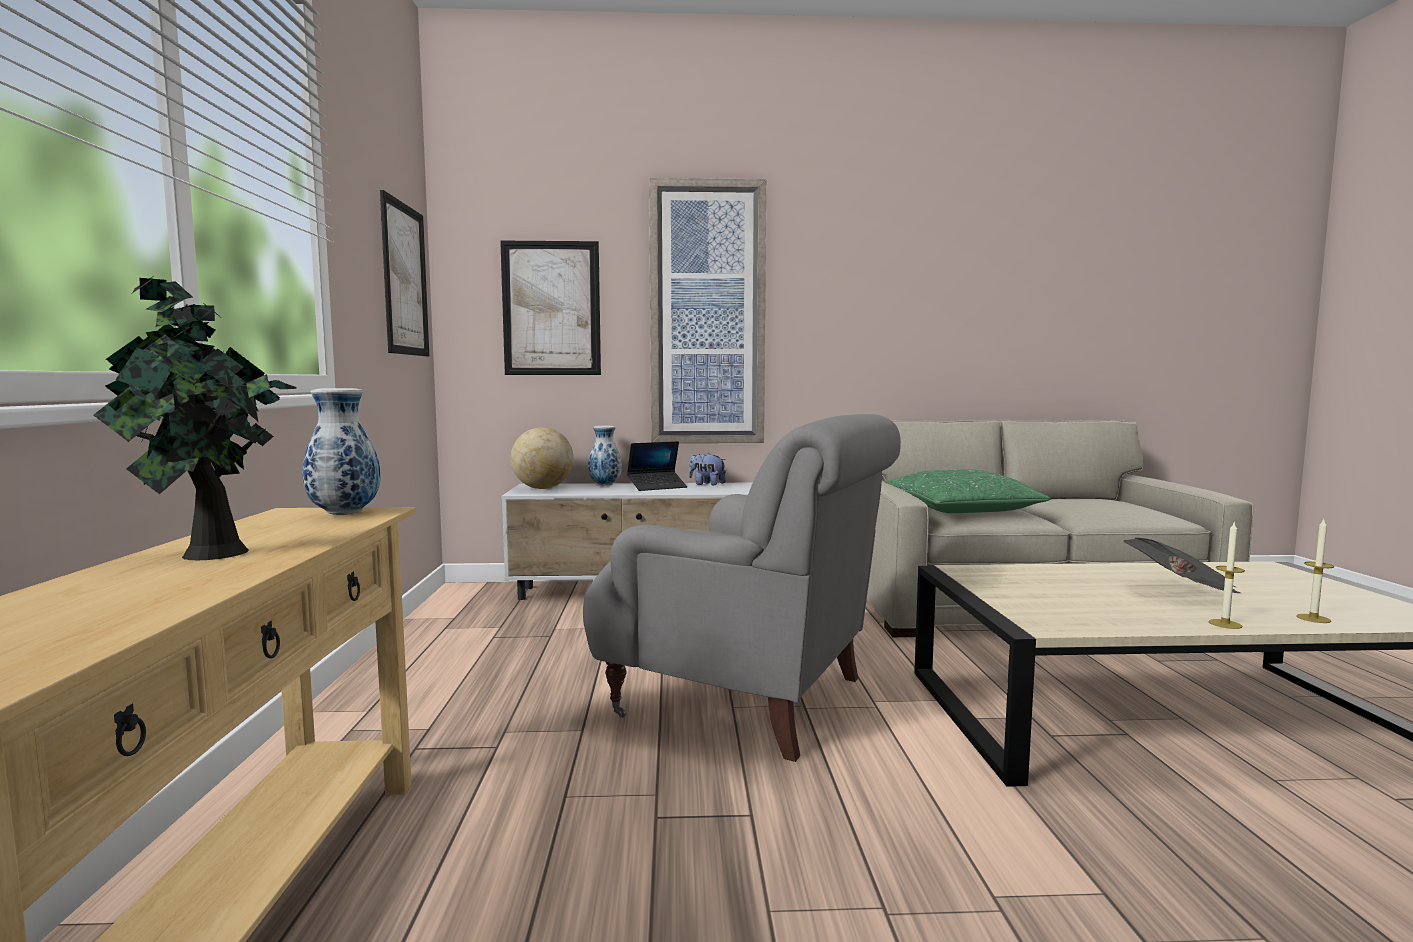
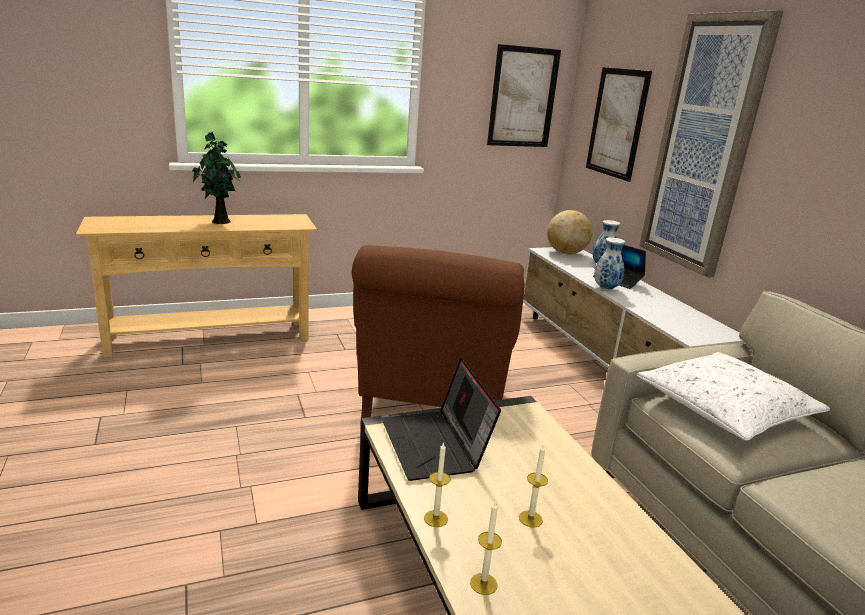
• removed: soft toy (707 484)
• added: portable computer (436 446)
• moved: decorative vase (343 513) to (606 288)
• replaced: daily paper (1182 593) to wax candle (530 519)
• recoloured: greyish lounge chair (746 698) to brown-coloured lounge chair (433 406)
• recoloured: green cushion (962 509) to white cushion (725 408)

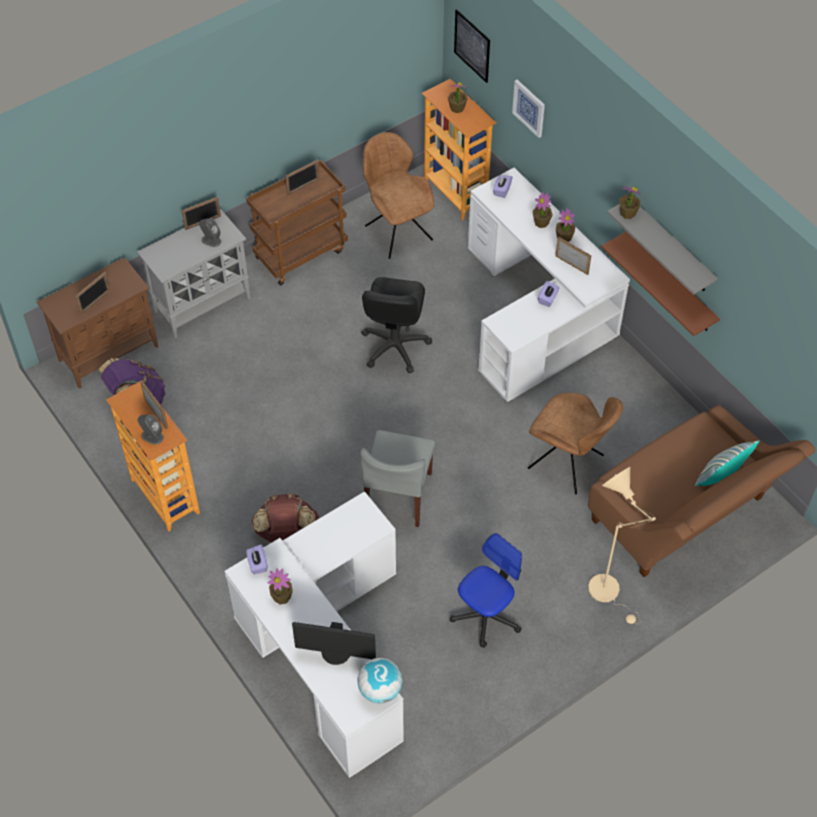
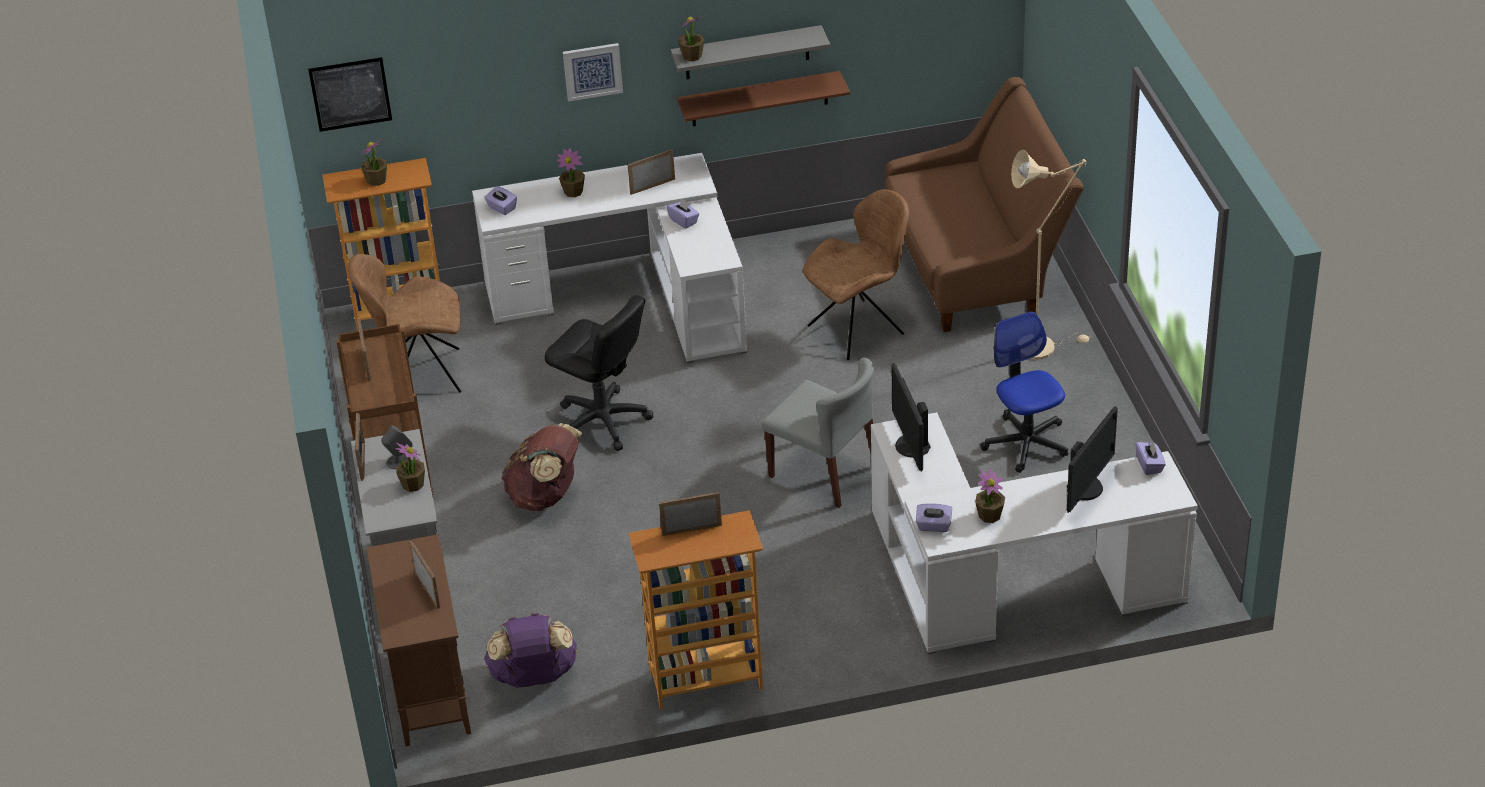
• removed: greyish speaker (152 436)
• removed: cushion (721 476)
• added: monitor (911 446)
• moved: brown-coloured backpack (286 533) to (546 496)
• moved: picture (529 108) to (592 71)
• moved: potted plant (564 237) to (413 484)
• replaced: globe (380 689) to purple tissue box (1149 465)

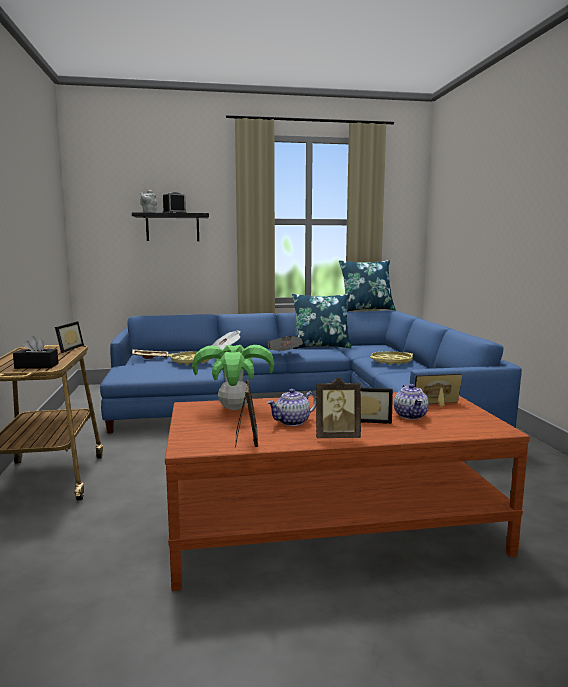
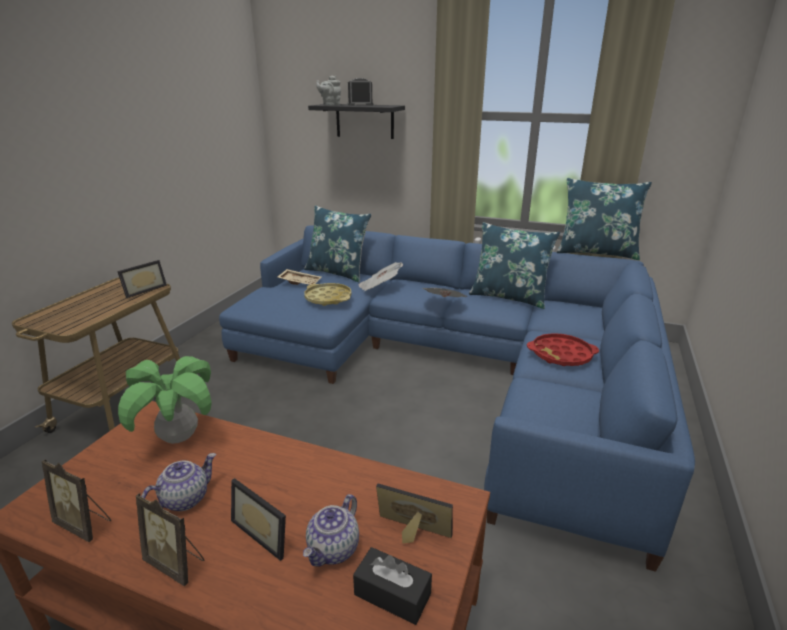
• added: blue cushion (338 272)
• moved: blackish tissue box (36 366) to (392 594)
• recoloured: yellow tray (391 361) to reddish tray (561 355)
• turned: standing frame (246 441) = (84 524) 90 degrees clockwise
• turned: pot for tea (292 422) = (185 498) 135 degrees clockwise

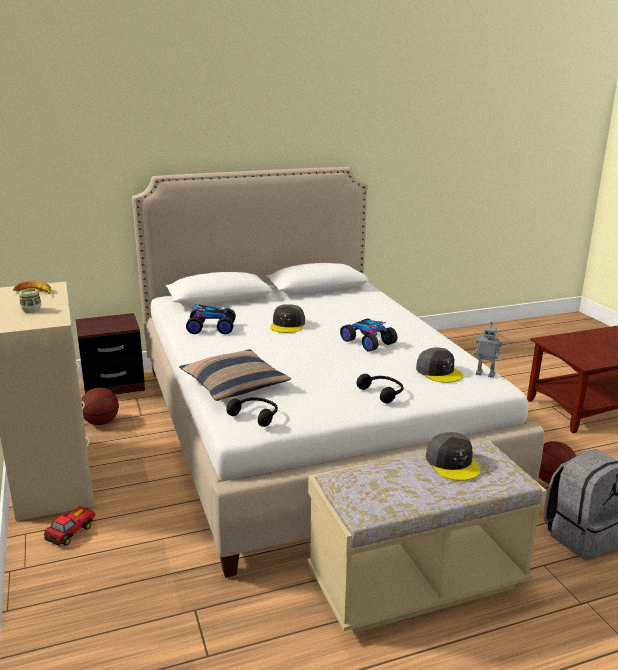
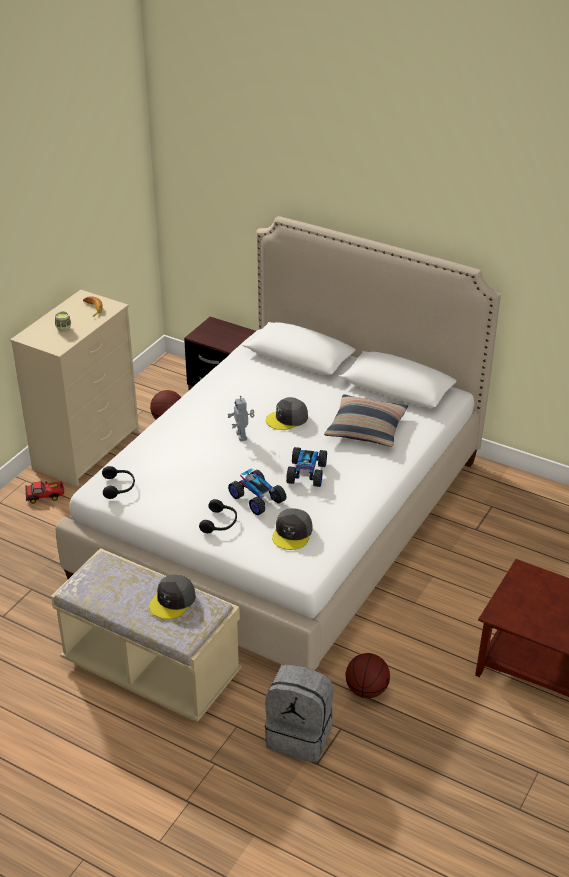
• moved: cushion (234 385) to (366 428)
• moved: model car (211 328) to (256 499)
• moved: model robot (485 374) to (242 436)

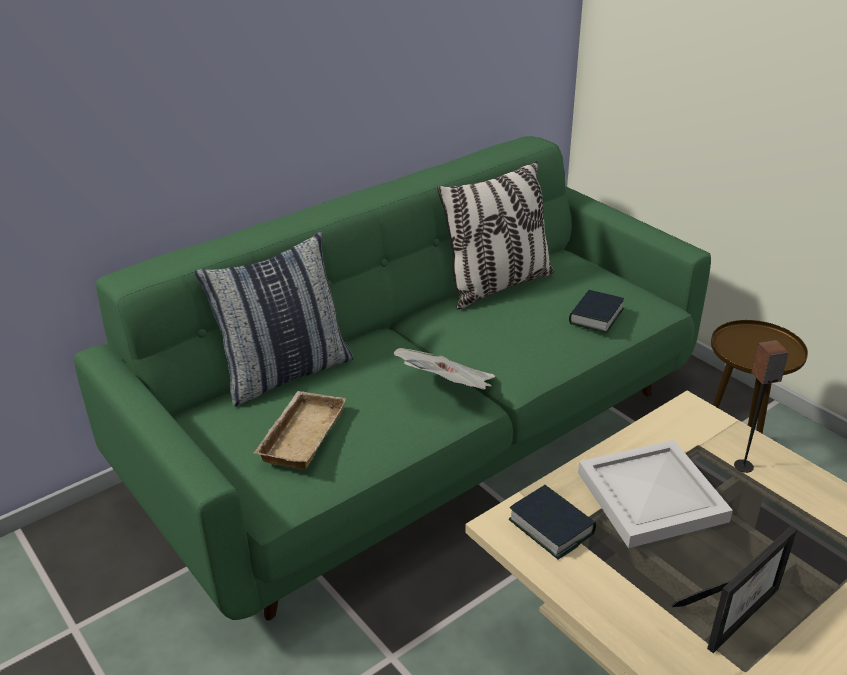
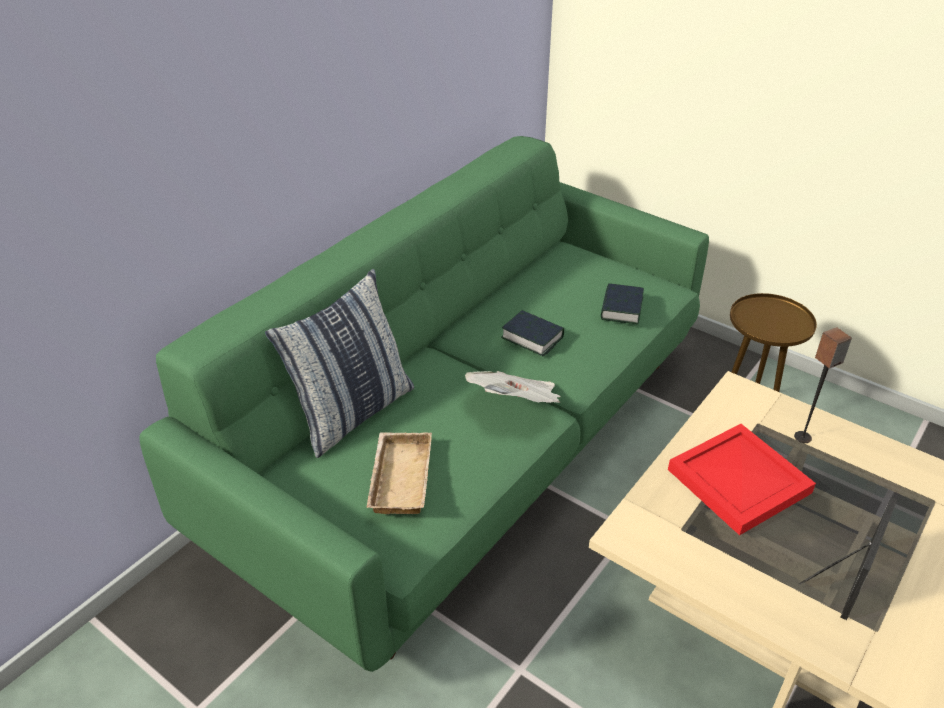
• removed: cushion (498 286)
• moved: volume (551 526) to (532 337)
• recoloured: white tray (650 498) to reddish tray (738 483)

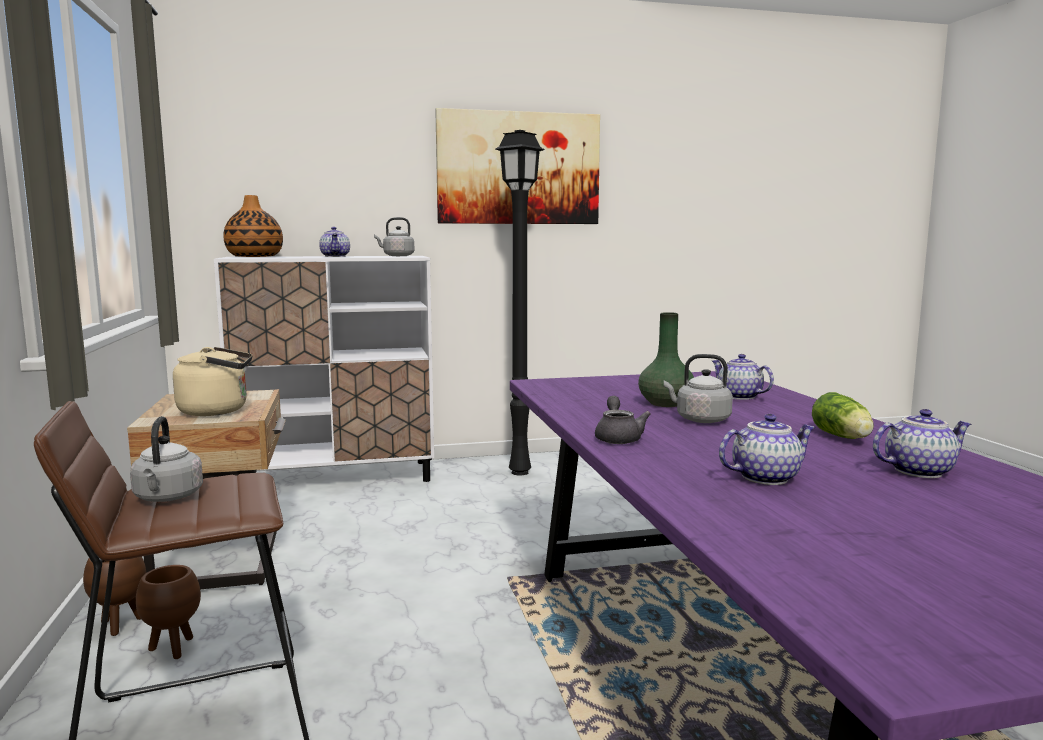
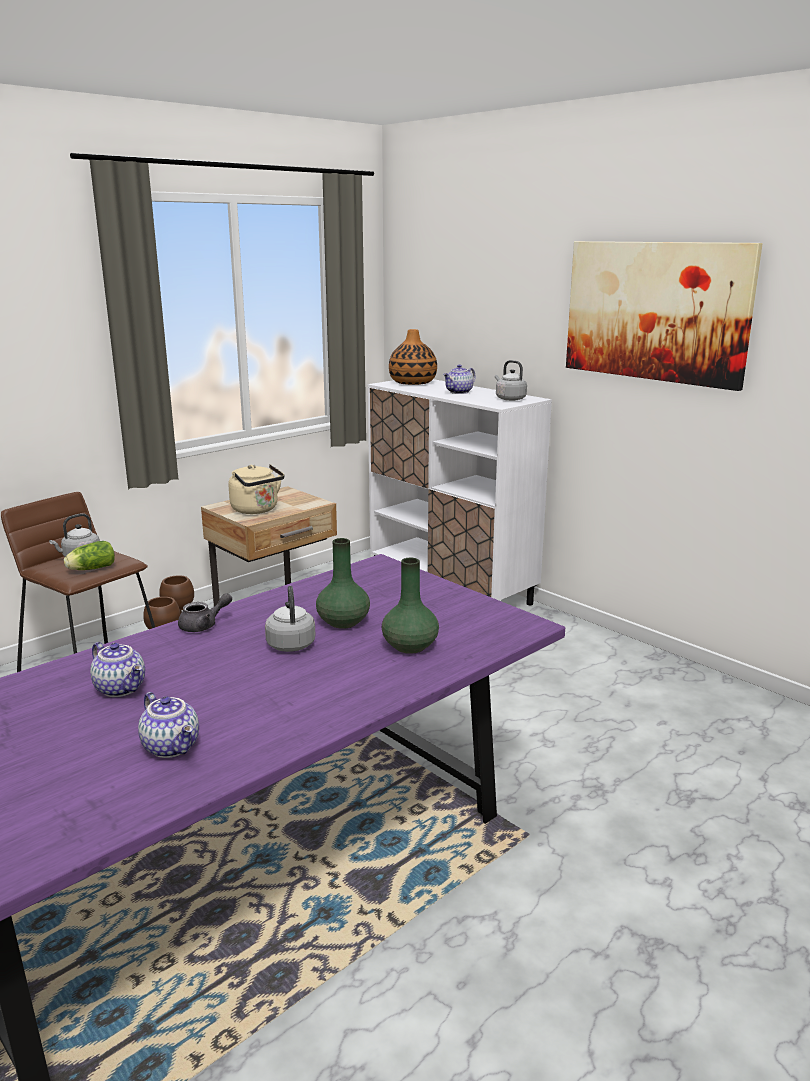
• removed: blackish standard lamp (520 473)
• moved: head of lettuce (843 437) to (90 569)
• replaced: pot for tea (738 397) to green decorative vase (409 646)

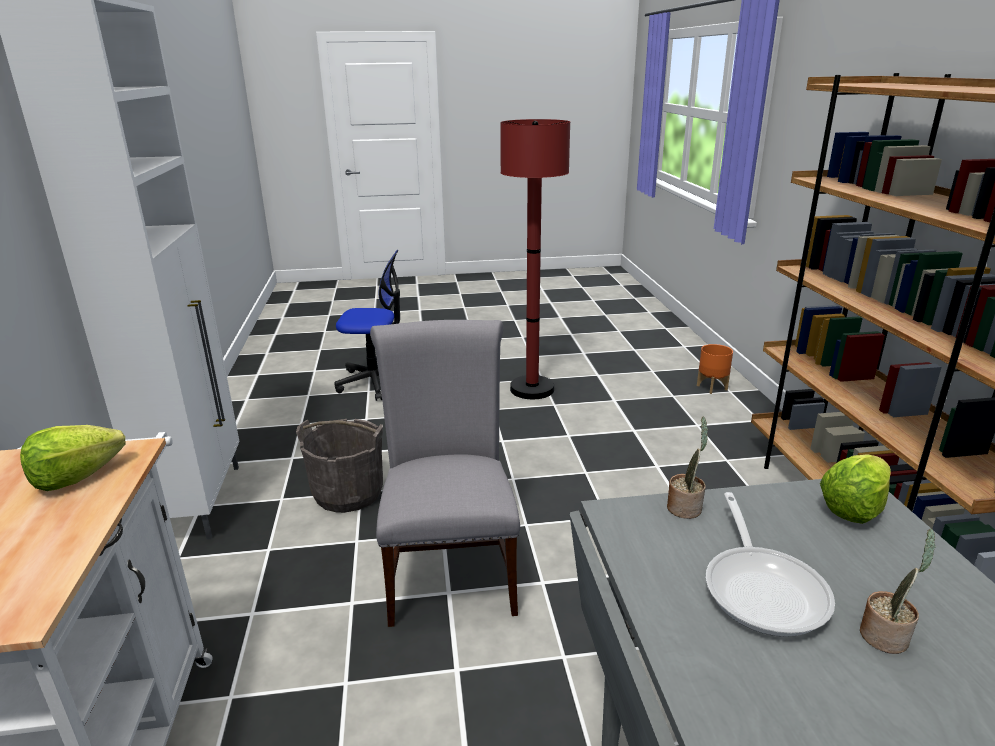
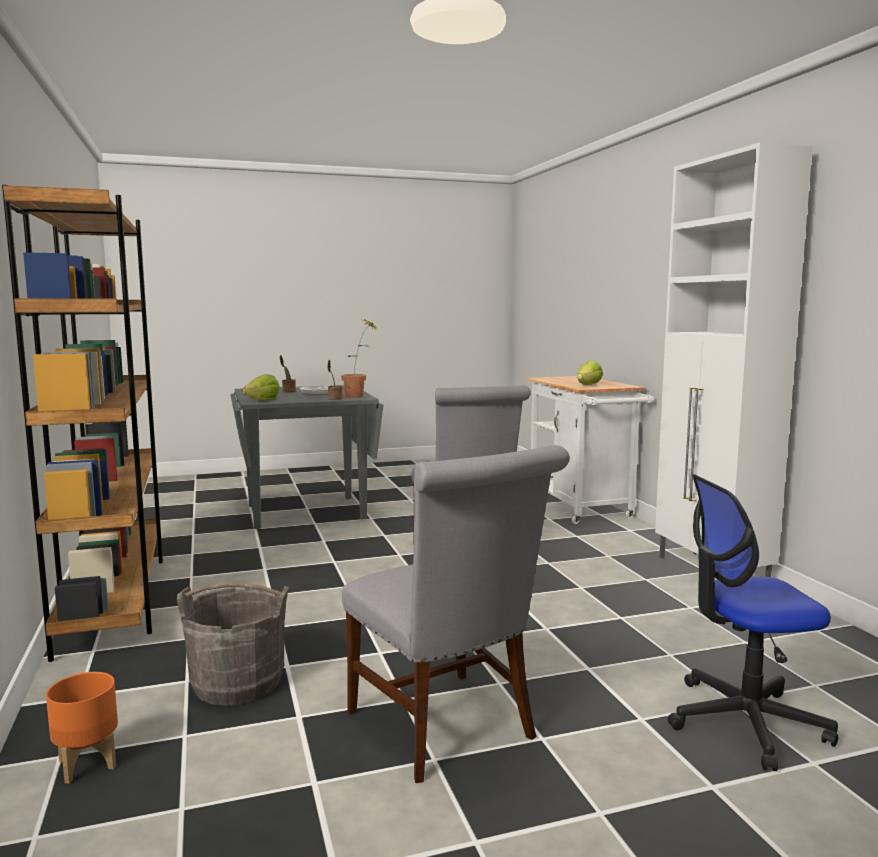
• added: potted plant (359 396)
• moved: greyish pail (348 493) to (237 683)
• replaced: reddish standard lamp (532 389) to greyish plain chair (447 729)

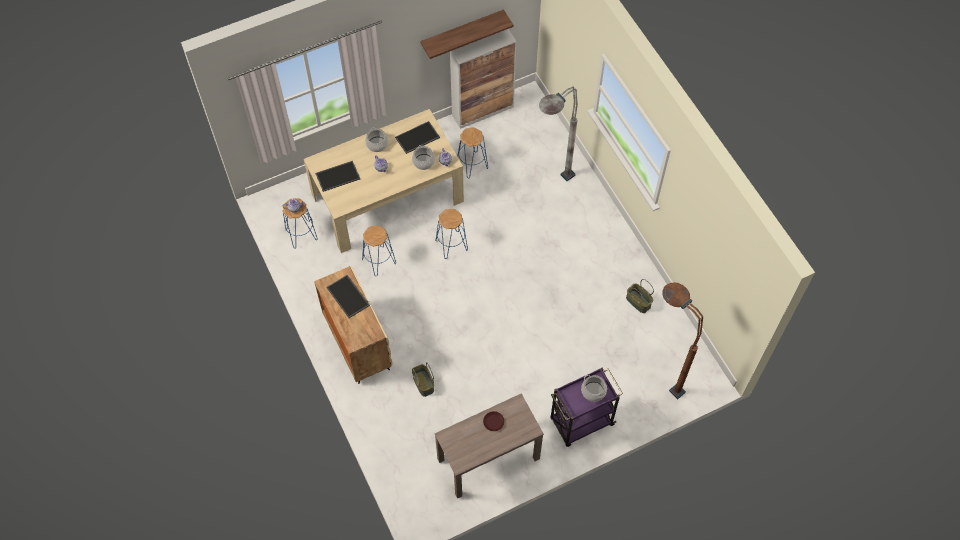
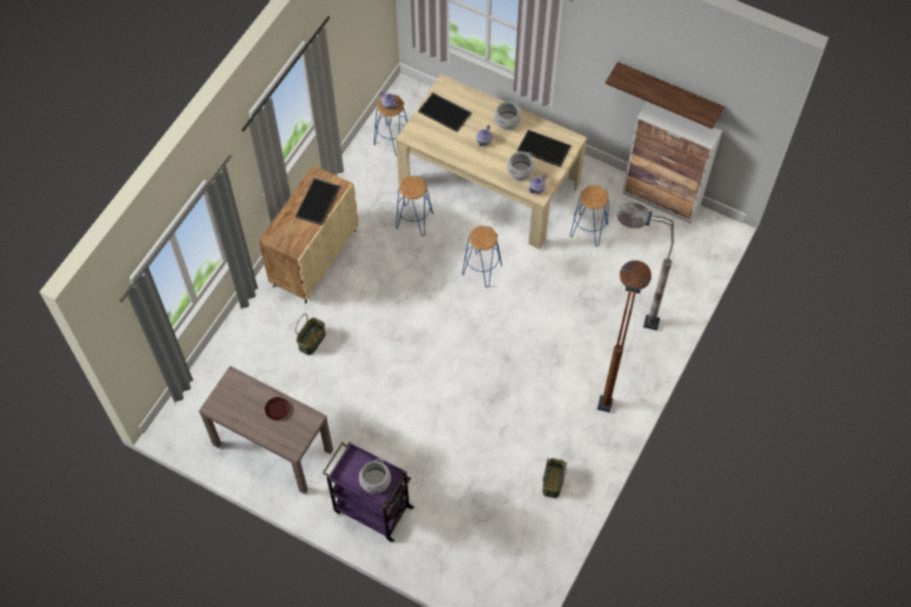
• moved: brown-coloured standard lamp (660 374) to (611 378)

